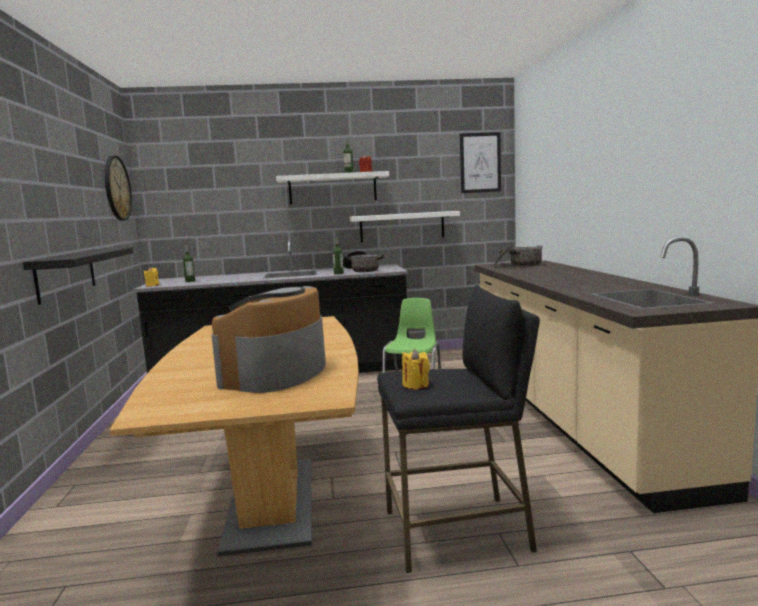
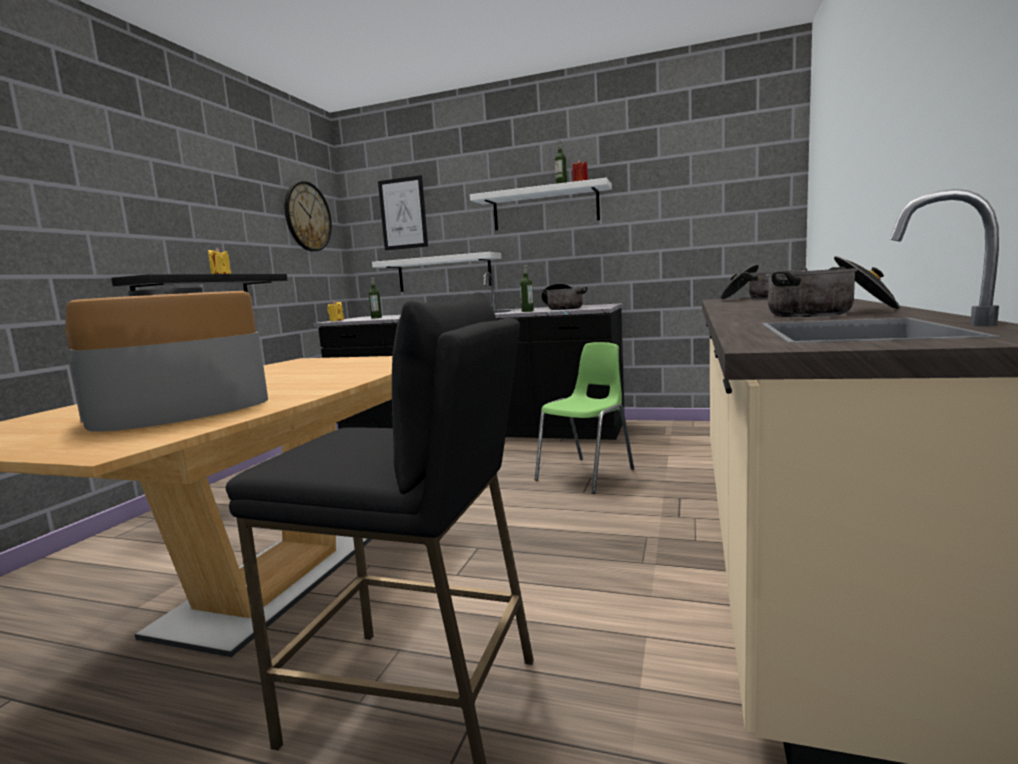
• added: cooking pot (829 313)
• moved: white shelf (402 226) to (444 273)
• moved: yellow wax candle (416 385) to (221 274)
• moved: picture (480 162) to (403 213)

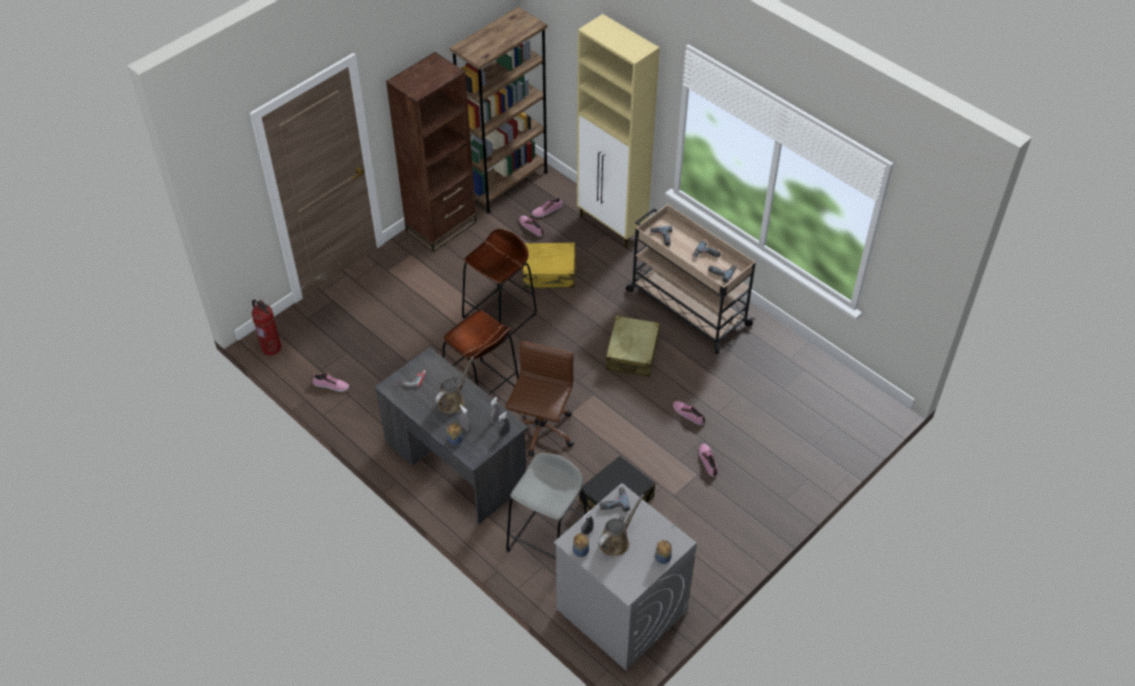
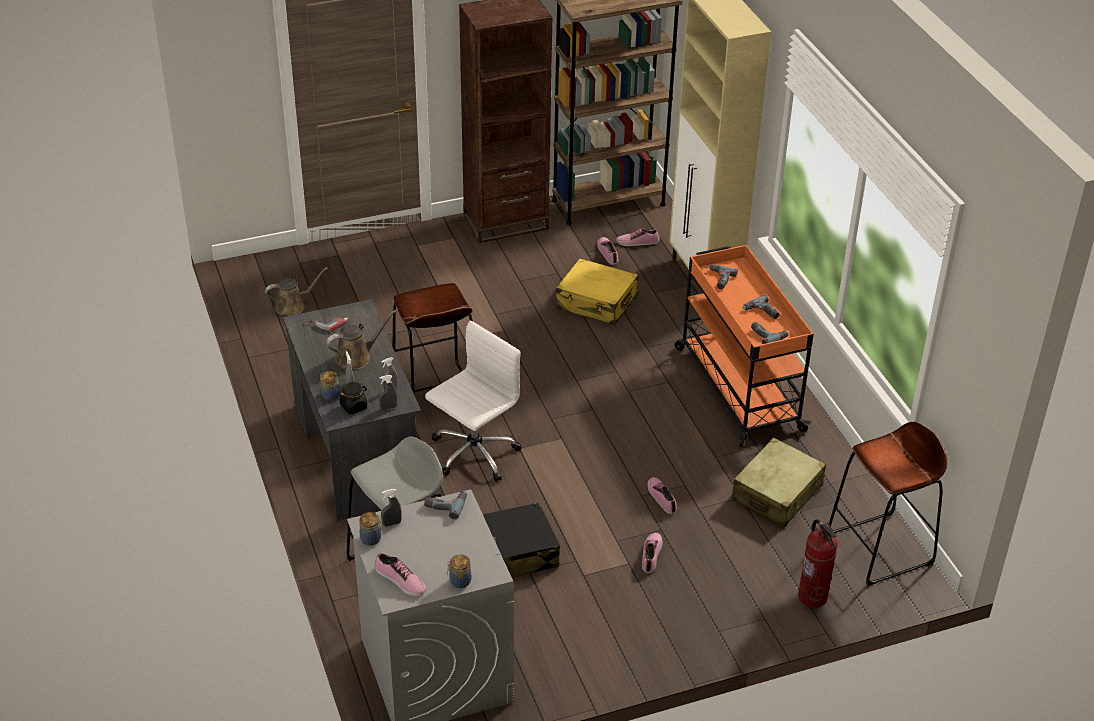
• added: blackish jar (354 407)
• moved: fire-fighting cylinder (271 348) to (812 597)
• moved: shoe (331 386) to (400 580)
• moved: brown-coloured sitting stool (500 315) to (880 548)
• moved: brown-coloured watering can (616 540) to (293 306)
• moved: sand-coloured piece of luggage (632 353) to (777 493)
• recoloured: brown-coloured computer chair (540 431) to white computer chair (473 454)
• recoloured: sand-coloured cart (686 307) to orange-coloured cart (737 387)

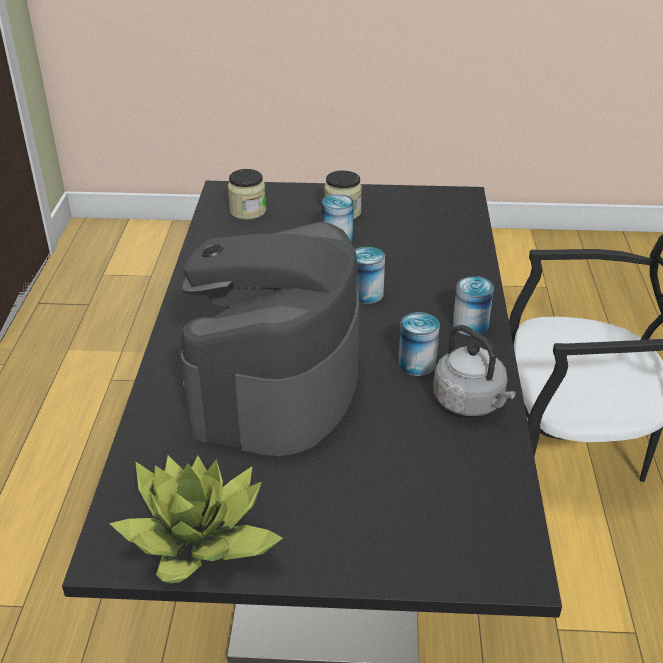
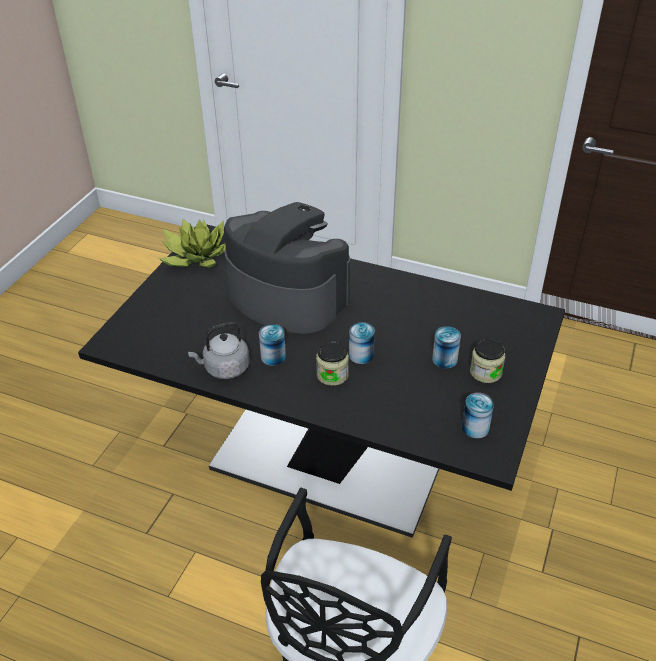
• moved: jar (248 211) to (332 375)
• moved: metal can (470 325) to (475 428)

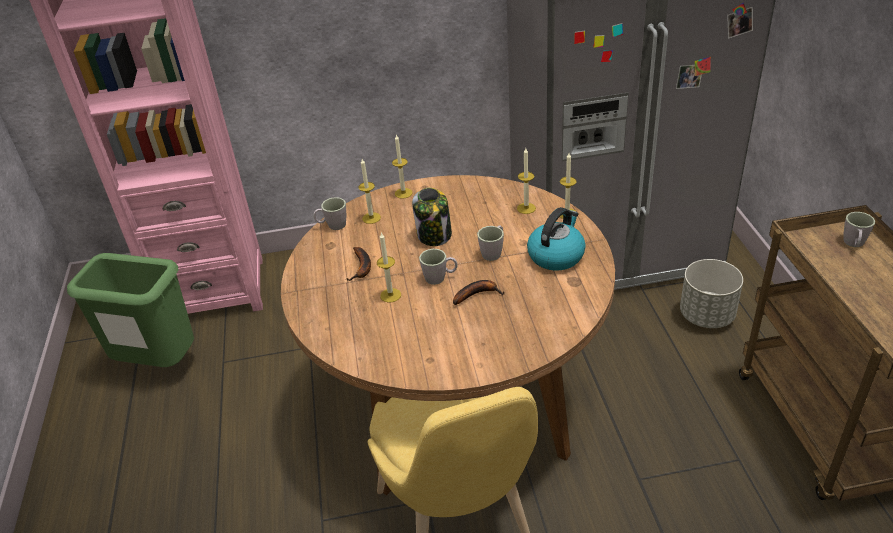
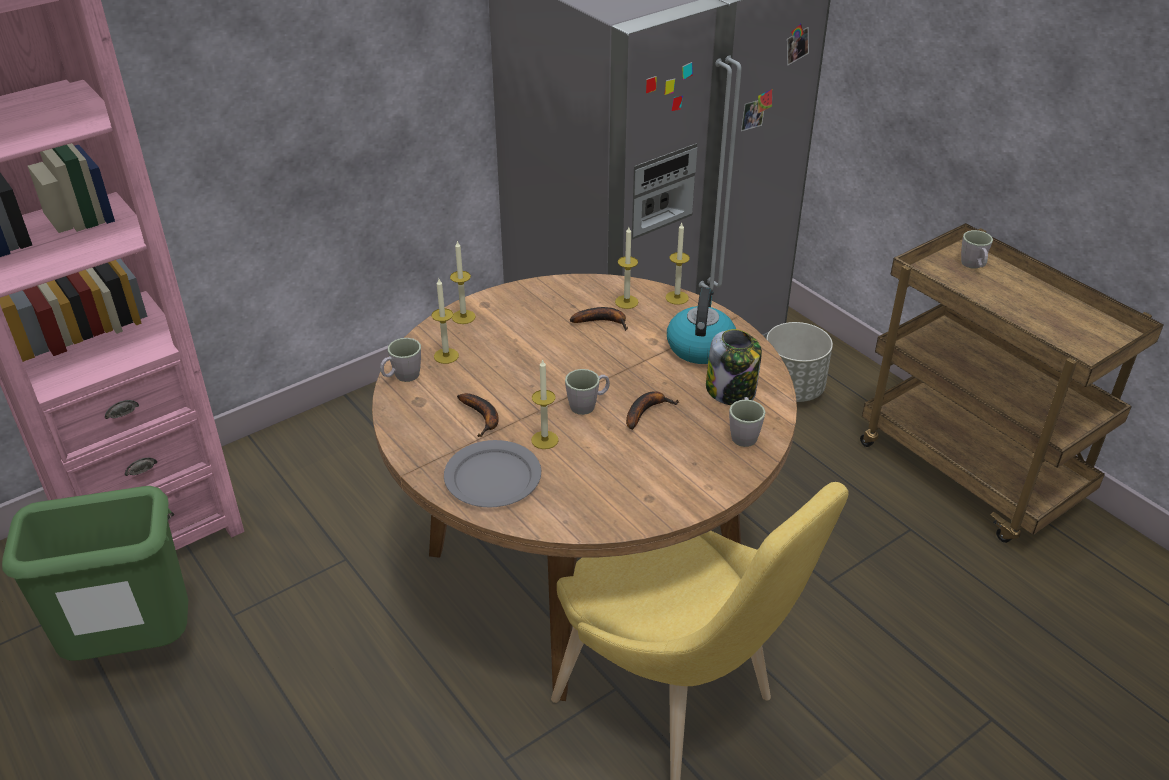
• added: greyish flat dish (493 477)
• added: banana fruit (603 321)
• moved: jar (434 235) to (731 391)
• moved: greyish tea mug (493 252) to (744 434)

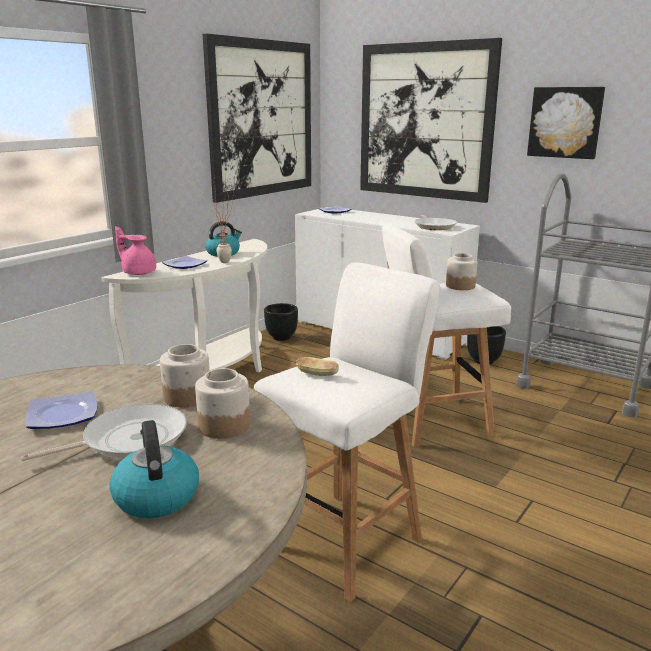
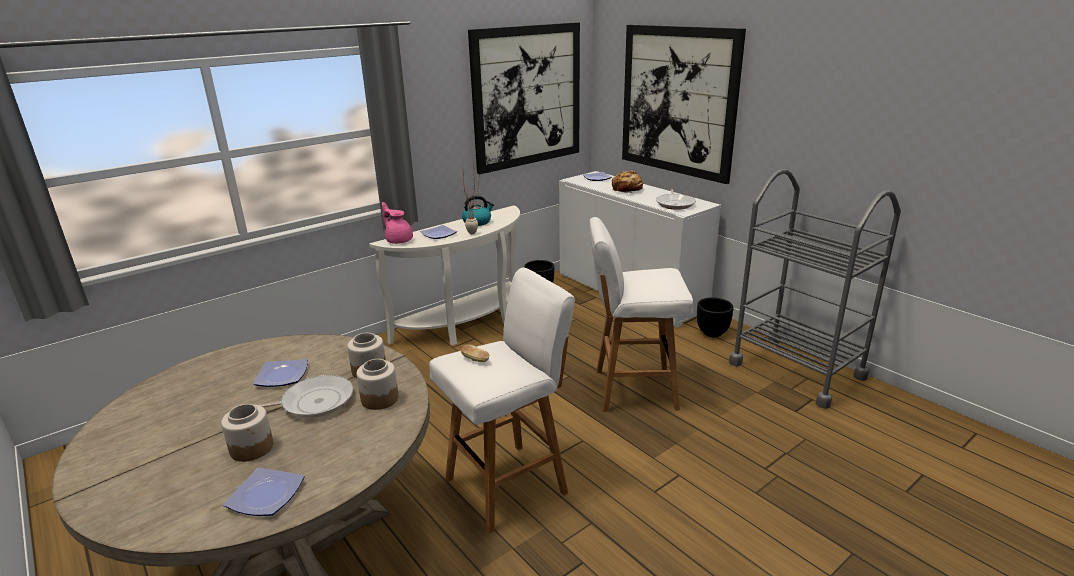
• removed: kettle (156 496)
• removed: picture (565 122)
• added: flat dish (264 496)
• added: bread (627 189)
• moved: jar (460 286) to (252 448)

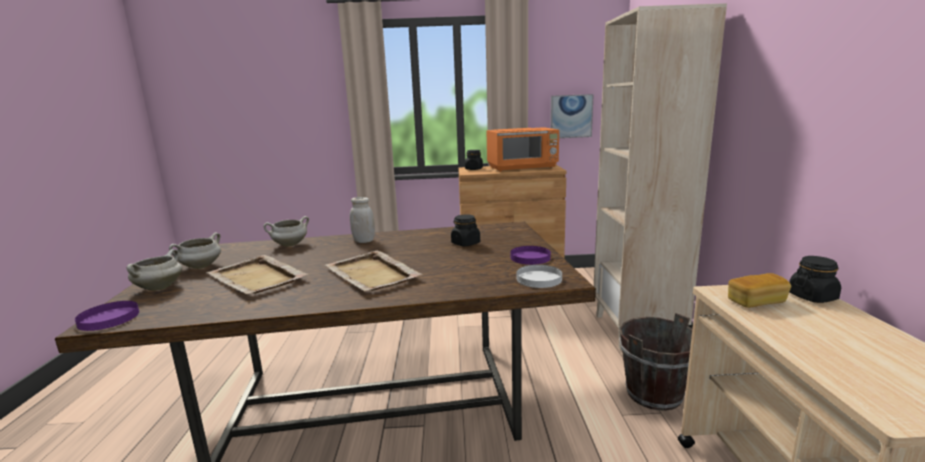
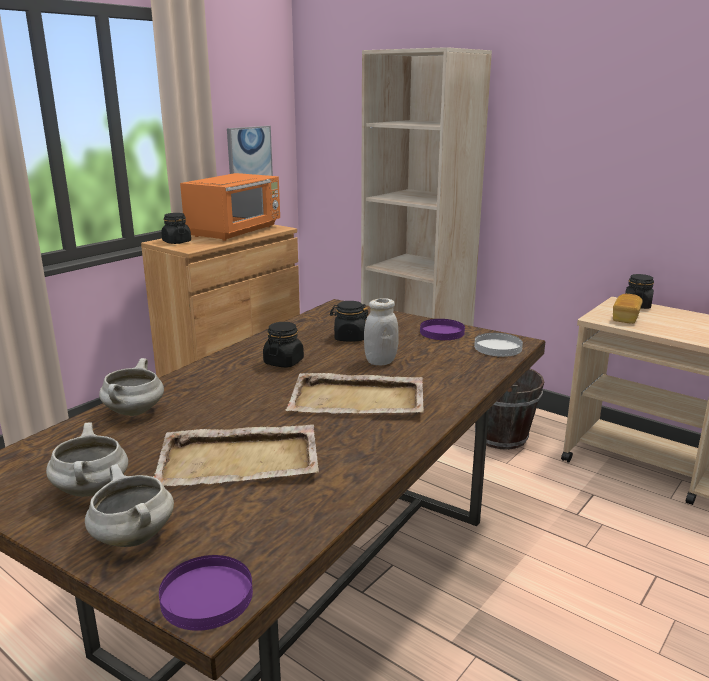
• added: blackish jar (283 362)
• moved: white jar (364 241) to (380 361)

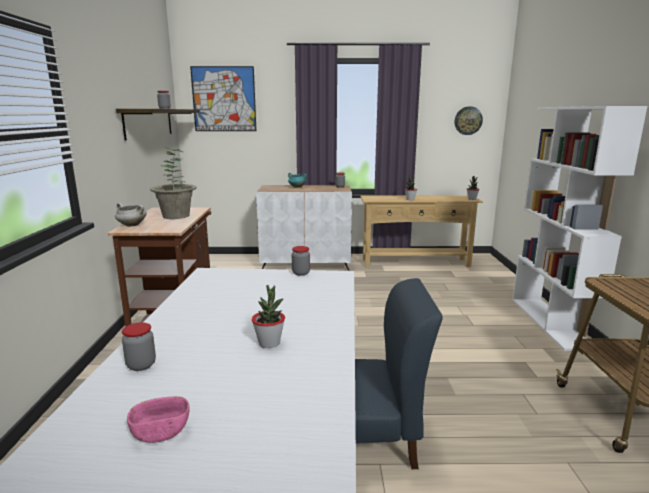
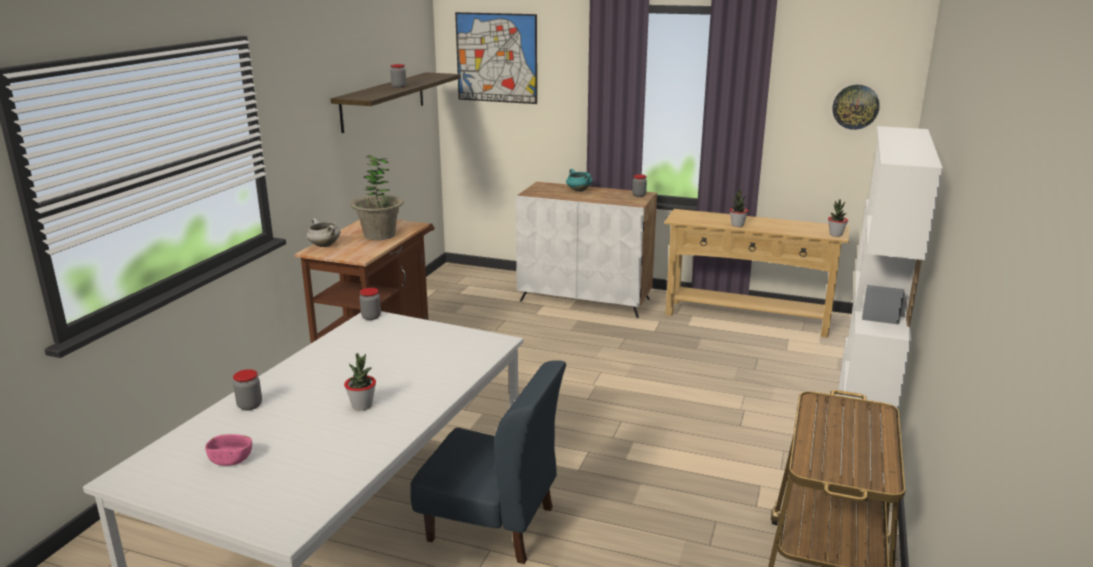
• moved: jar (301 273) to (371 317)

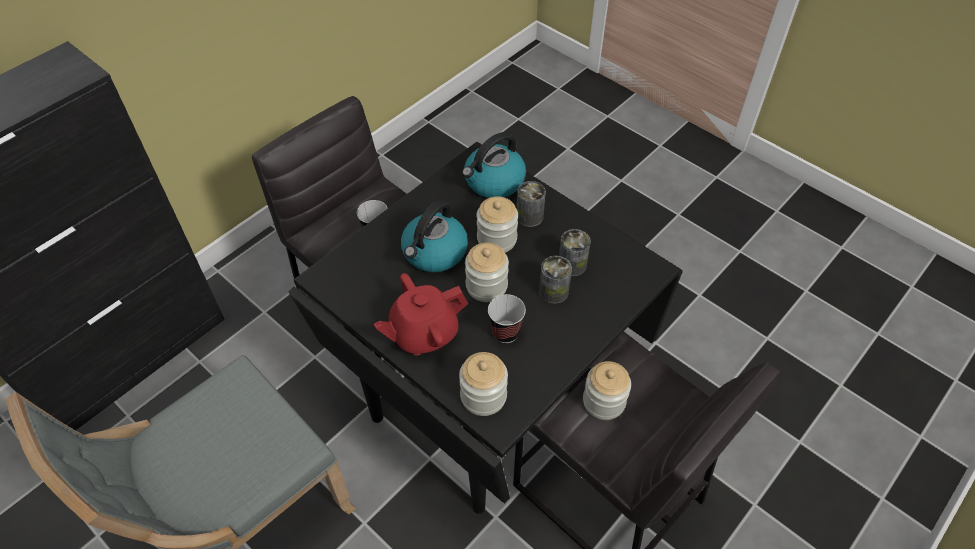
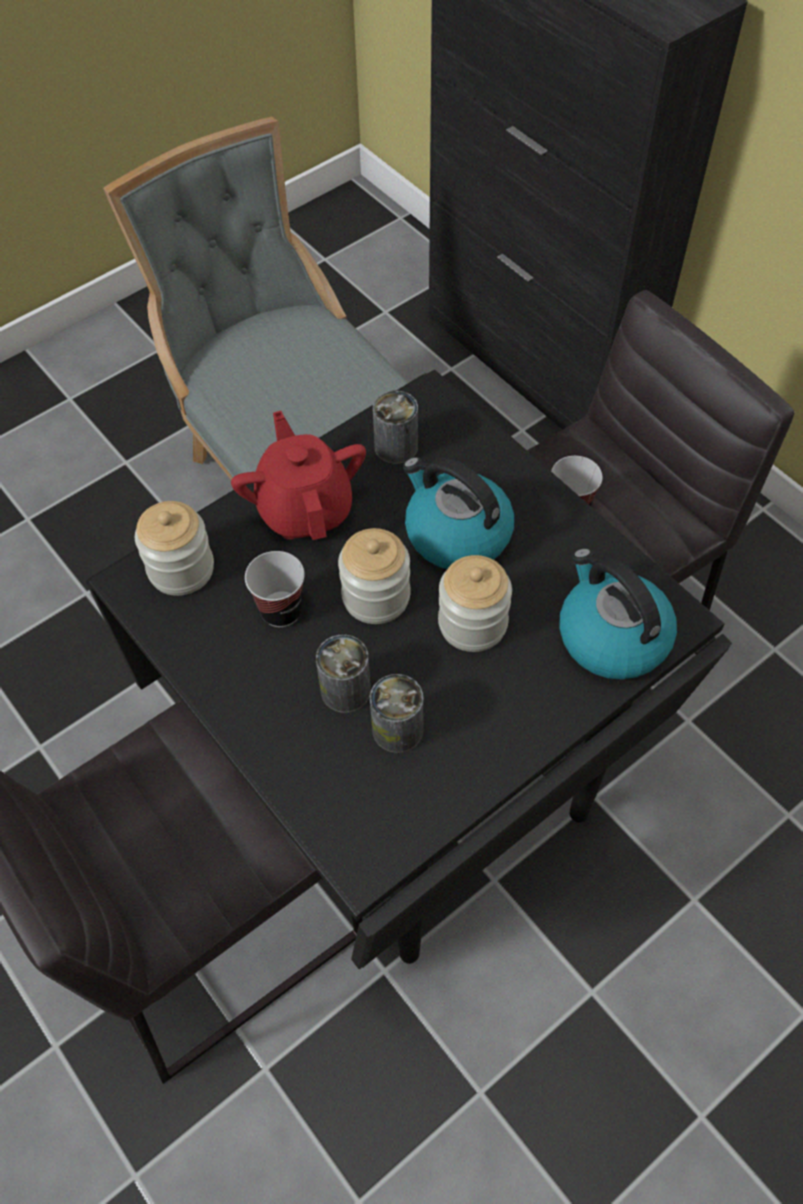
• removed: jar (604 401)
• moved: metal can (529 216) to (396 447)

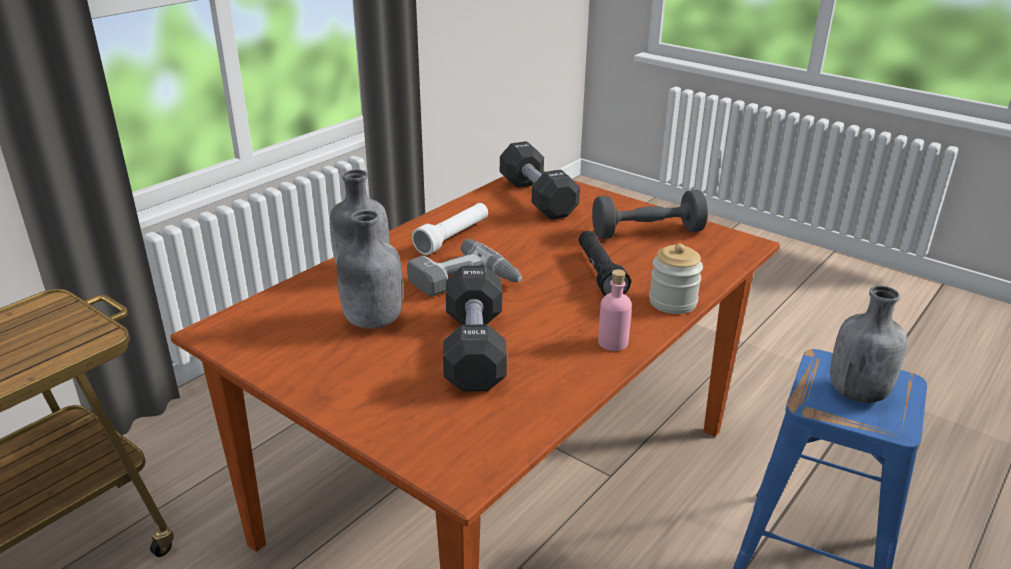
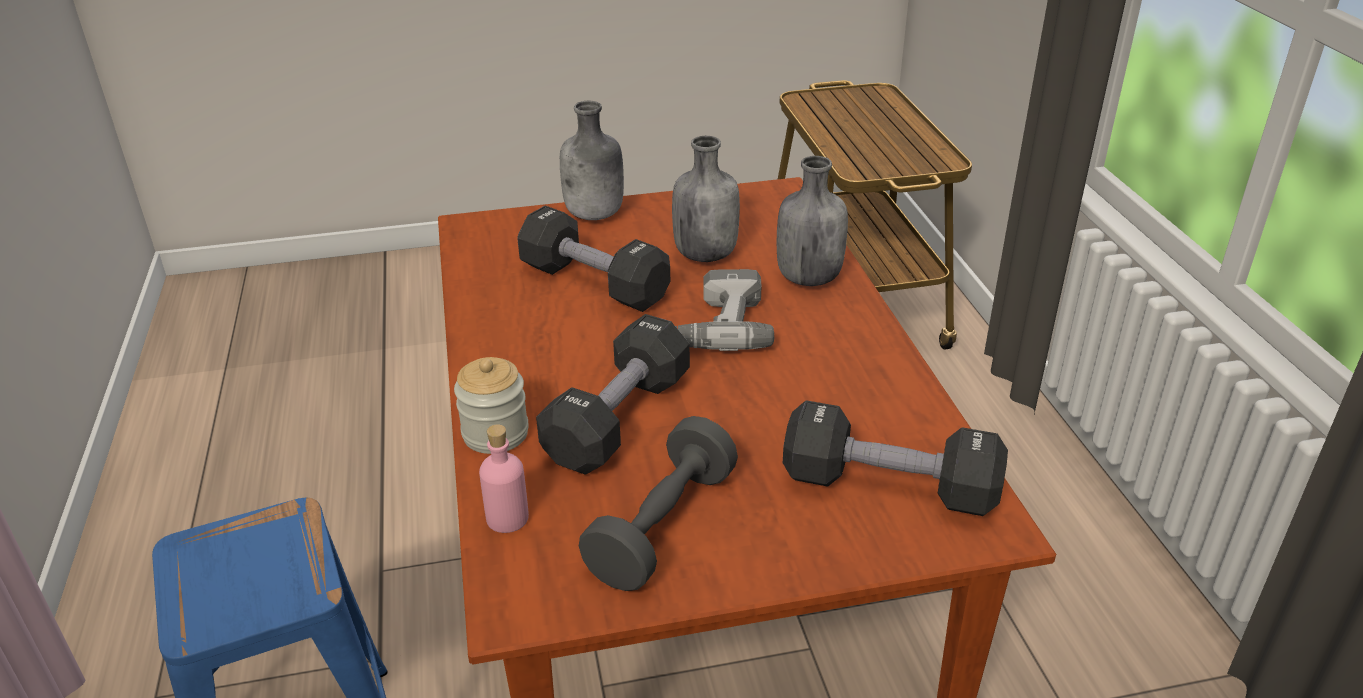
• removed: white hand torch (453 238)
• moved: pink beverage bottle (612 342) to (507 518)
• moved: greyish beverage bottle (857 392) to (595 215)
• replaced: blackish hand torch (599 273) to blackish dumbbell (618 419)

